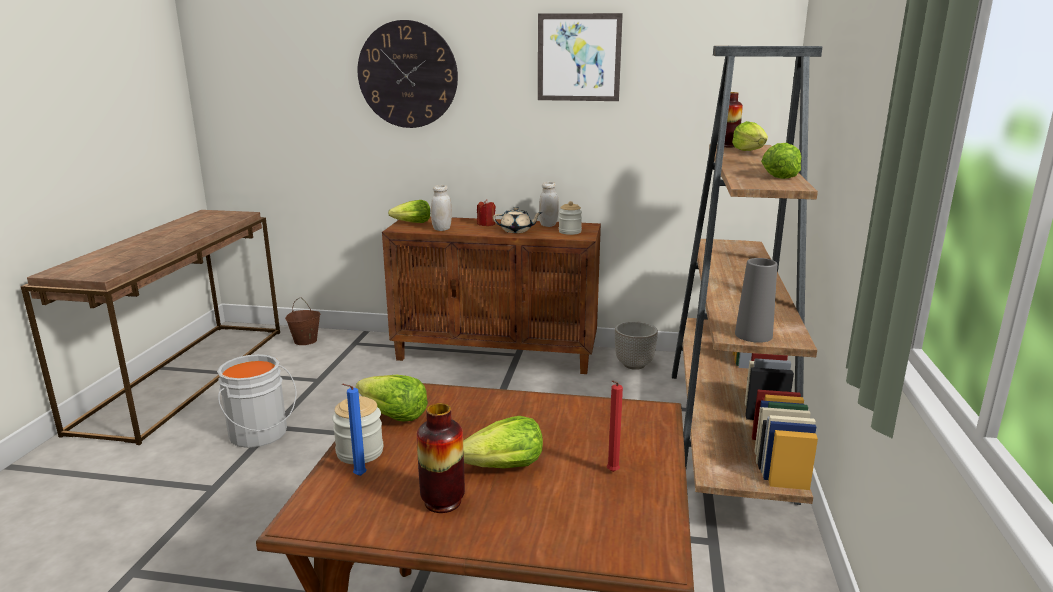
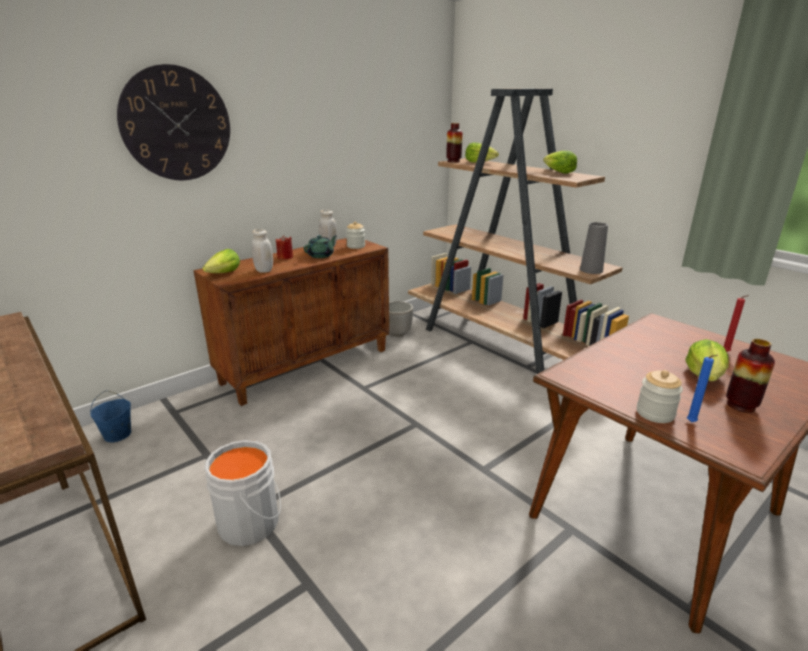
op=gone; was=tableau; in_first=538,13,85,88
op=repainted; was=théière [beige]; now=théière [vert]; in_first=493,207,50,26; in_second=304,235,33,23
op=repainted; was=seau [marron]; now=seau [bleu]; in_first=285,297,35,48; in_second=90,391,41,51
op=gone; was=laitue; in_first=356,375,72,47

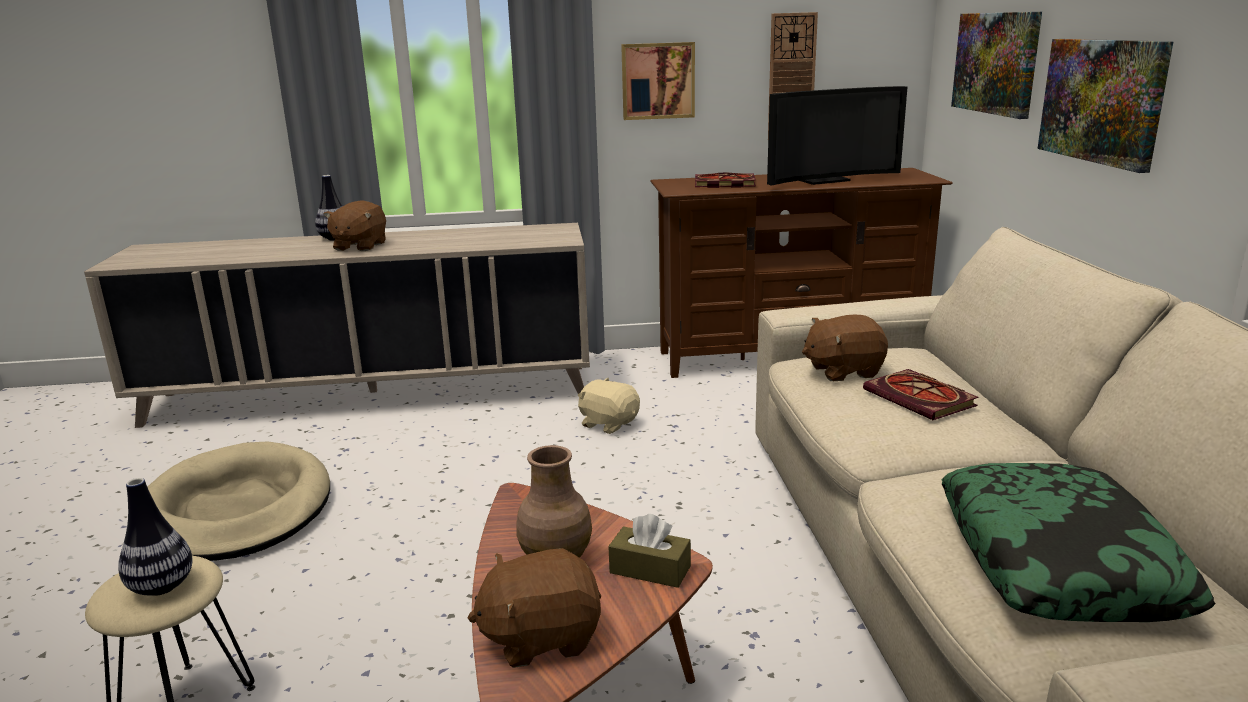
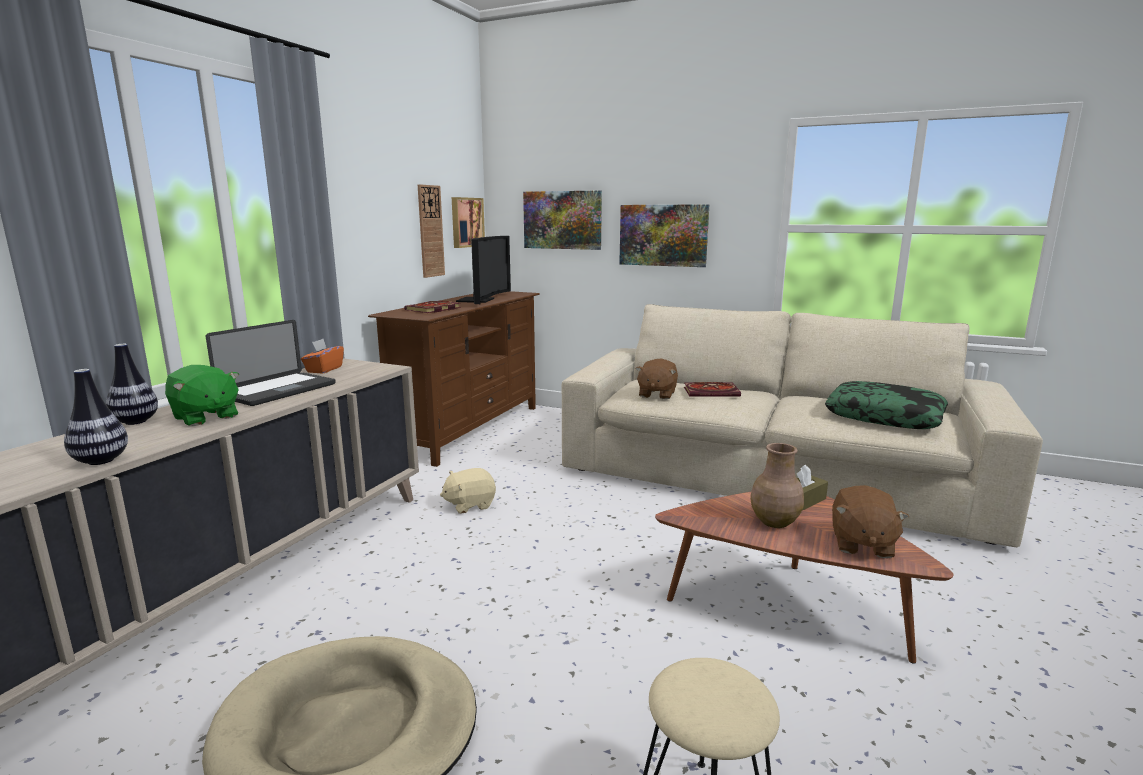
op=shifted; was=tableau; in_first=621,42,74,78; in_second=452,197,33,51
op=repainted; was=peluche [marron]; now=peluche [vert]; in_first=323,200,63,51; in_second=165,365,74,61
op=shifted; was=vase; in_first=118,478,75,118; in_second=64,369,64,96
op=new; now=ordinateur portable; in_second=206,320,130,86
op=new; now=boîte à mouchoirs [orange]; in_second=301,339,43,35

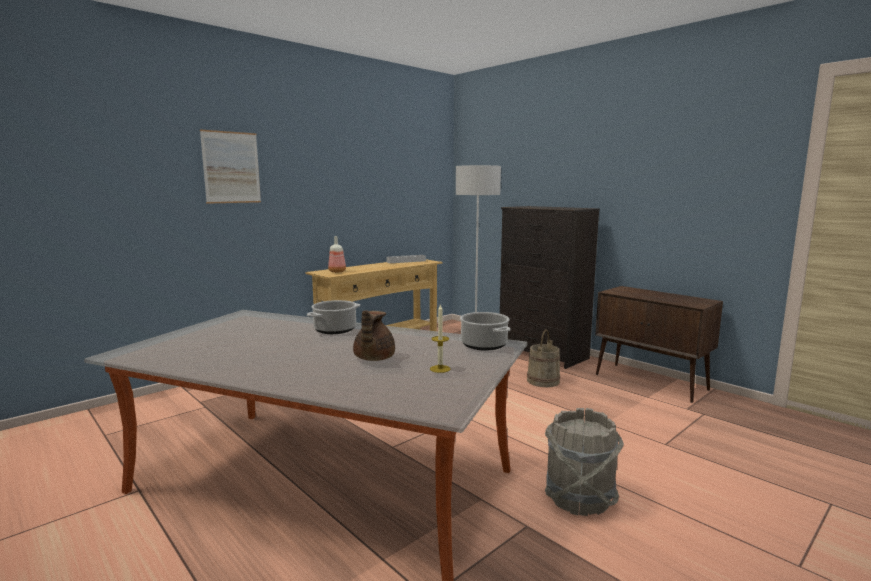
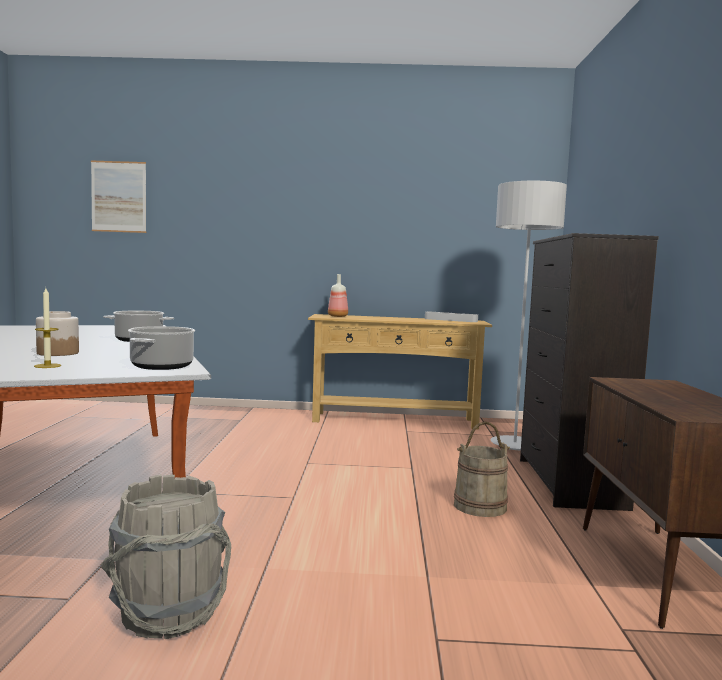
op=shifted; was=tableau; in_first=200,130,61,74; in_second=91,161,55,72
op=swapped; was=théière [marron]; now=bocal; in_first=353,310,42,51; in_second=36,311,43,45

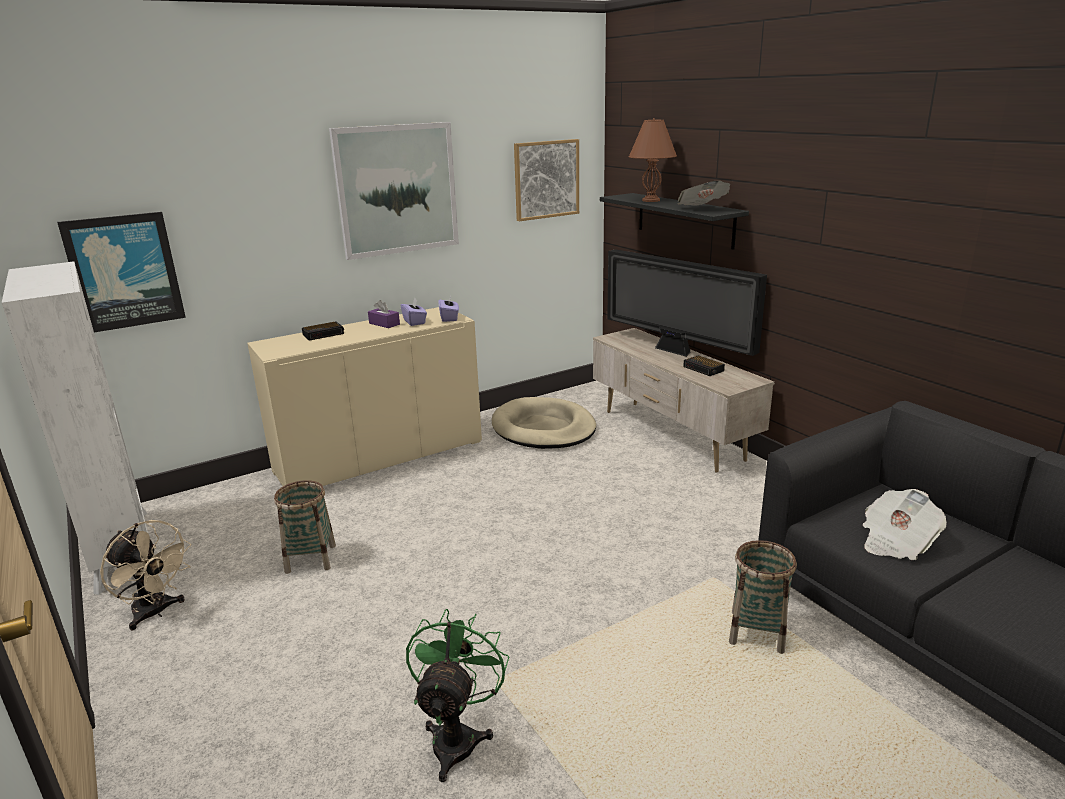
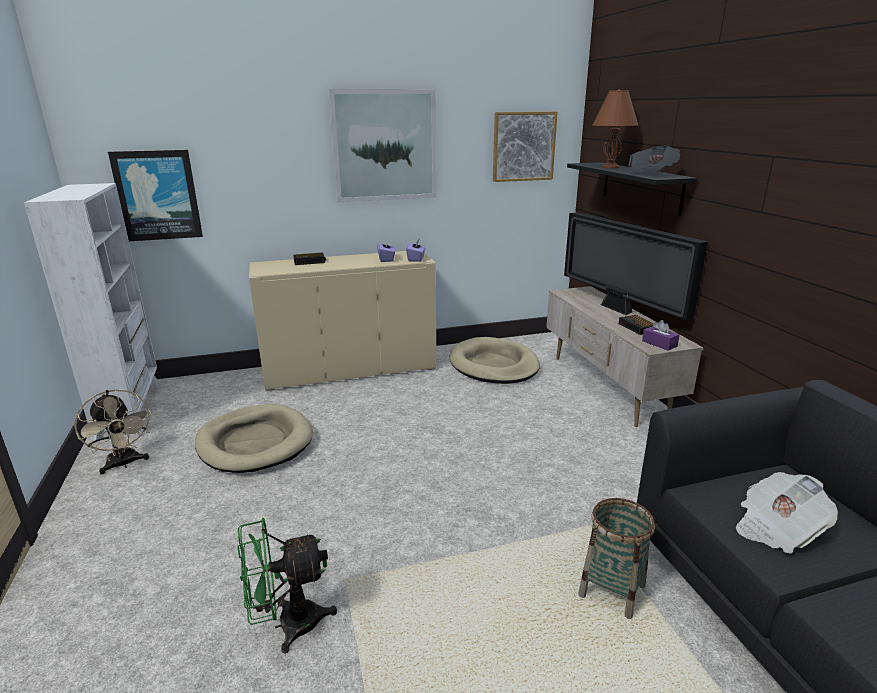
op=shifted; was=boîte à mouchoirs [violet]; in_first=368,300,32,28; in_second=642,320,37,30
op=swapped; was=panier; now=panier pour chien [beige]; in_first=274,480,62,94; in_second=195,404,118,69
op=rotated; was=ventilateur [vert]; in_first=406,609,103,173; in_second=238,518,99,136; clockwise=-135

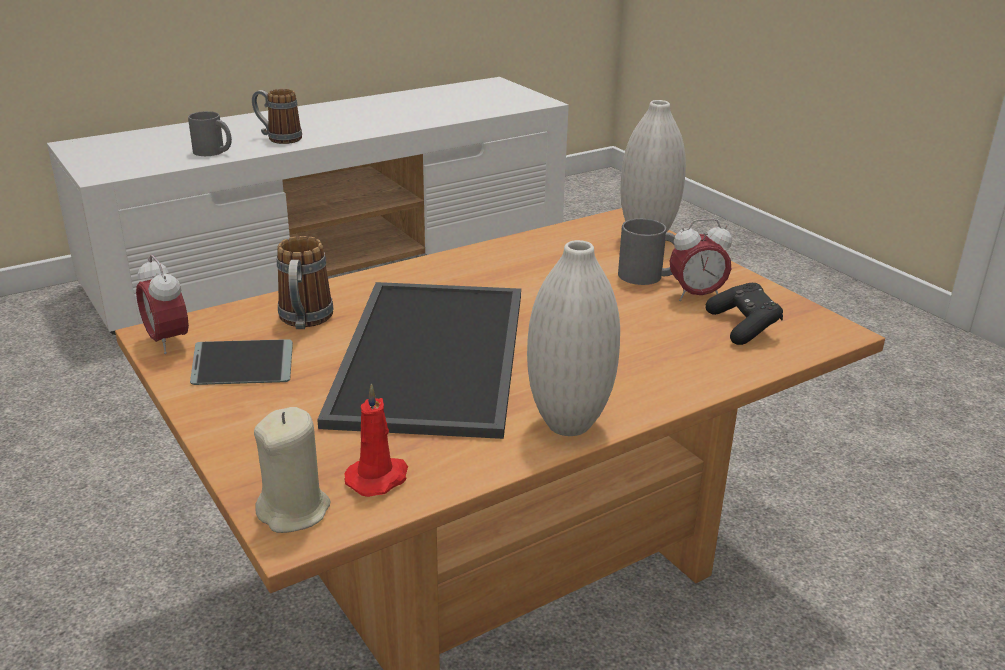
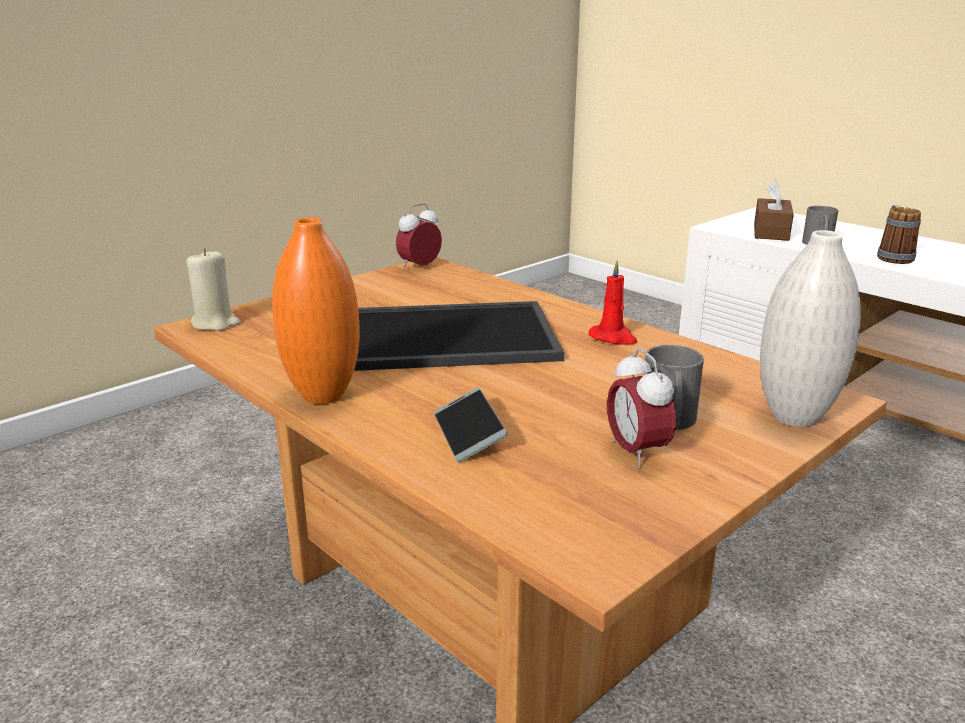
op=gone; was=mug; in_first=277,236,56,93
op=repainted; was=vase [blanc]; now=vase [orange]; in_first=527,240,93,196; in_second=272,217,87,187
op=gone; was=manette [noir]; in_first=705,283,78,62
op=shifted; was=téléphone; in_first=190,339,103,46; in_second=434,388,74,75
op=shifted; was=bougie [rouge]; in_first=345,383,63,114; in_second=589,260,48,85
op=new; now=boîte à mouchoirs [marron]; in_second=754,179,40,62

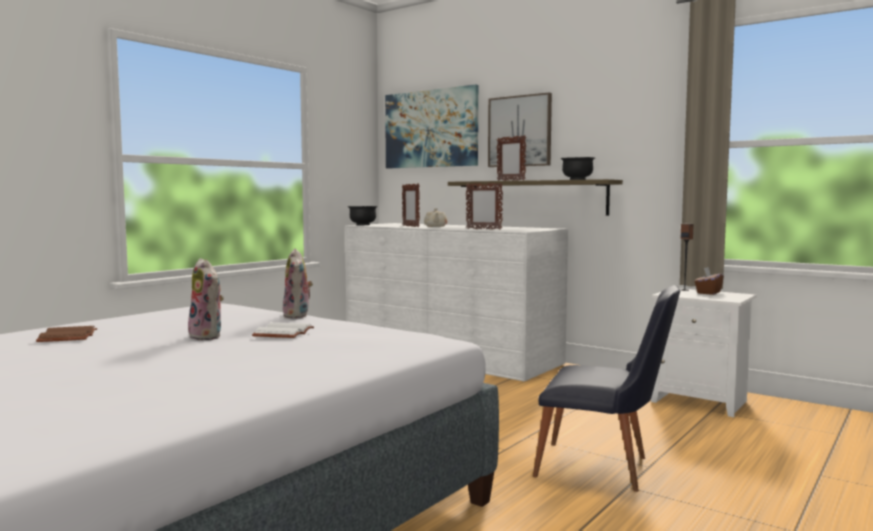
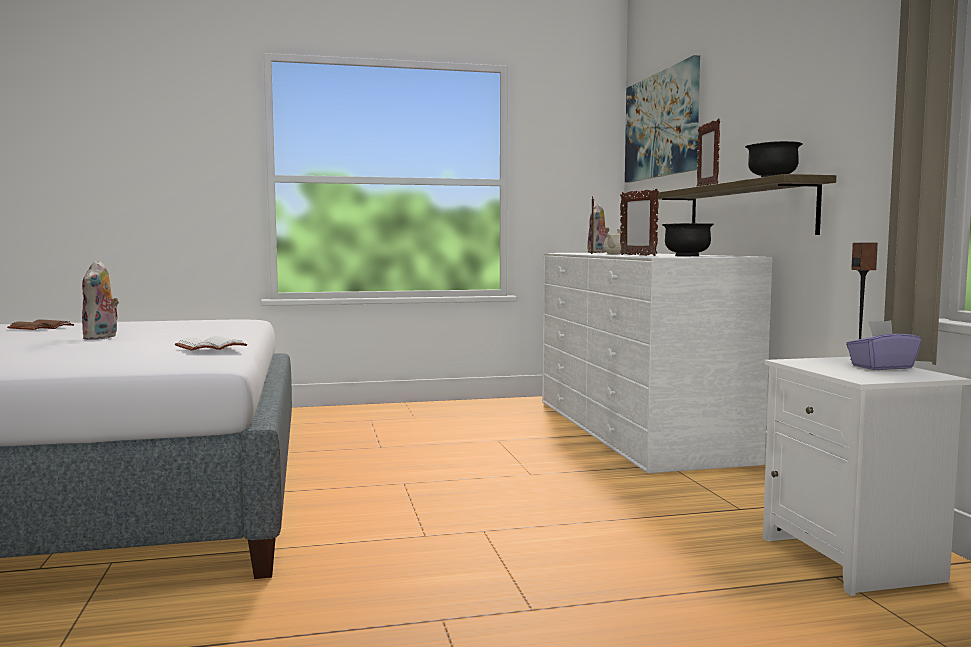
op=gone; was=tableau; in_first=488,92,64,75
op=shifted; was=bol [noir]; in_first=347,206,31,19; in_second=662,223,52,33
op=shifted; was=peluche; in_first=283,249,30,70; in_second=587,204,22,49
op=repainted; was=boîte à mouchoirs [marron]; now=boîte à mouchoirs [violet]; in_first=695,267,29,28; in_second=846,320,76,50
op=gone; was=chaise [noir]; in_first=533,285,147,207
op=shifted; was=livre [blanc]; in_first=252,322,62,16; in_second=175,335,72,16

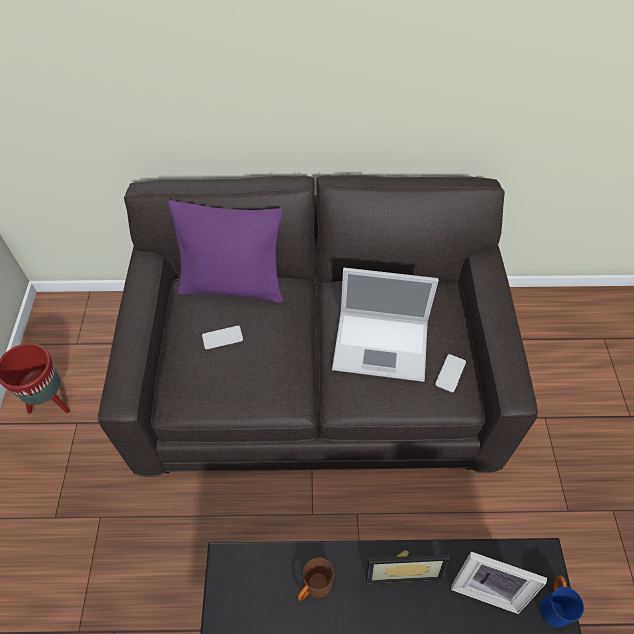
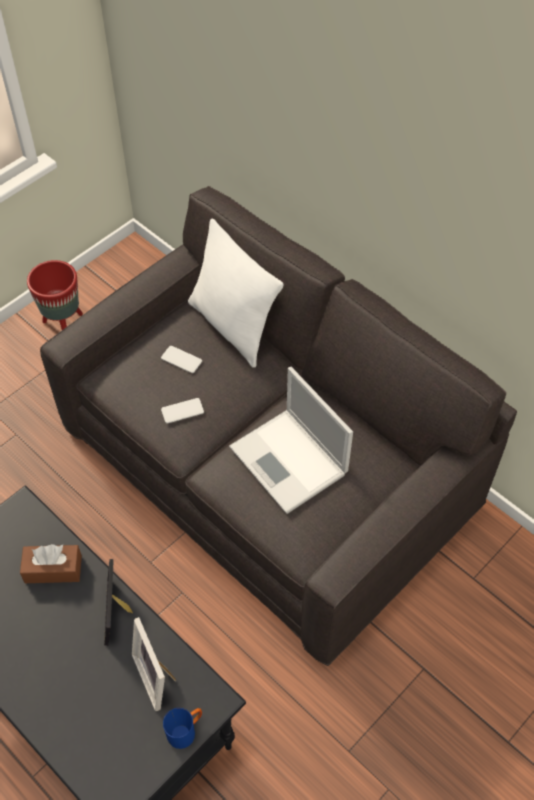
op=repainted; was=coussin [violet]; now=coussin [blanc]; in_first=168,200,115,103; in_second=188,218,96,150
op=shifted; was=téléphone; in_first=435,354,31,38; in_second=161,398,43,25
op=rotated; was=cadre photo; in_first=366,550,83,33; in_second=104,559,29,87; clockwise=45
op=swapped; was=mug [marron]; now=boîte à mouchoirs [marron]; in_first=298,558,36,43; in_second=20,544,62,39

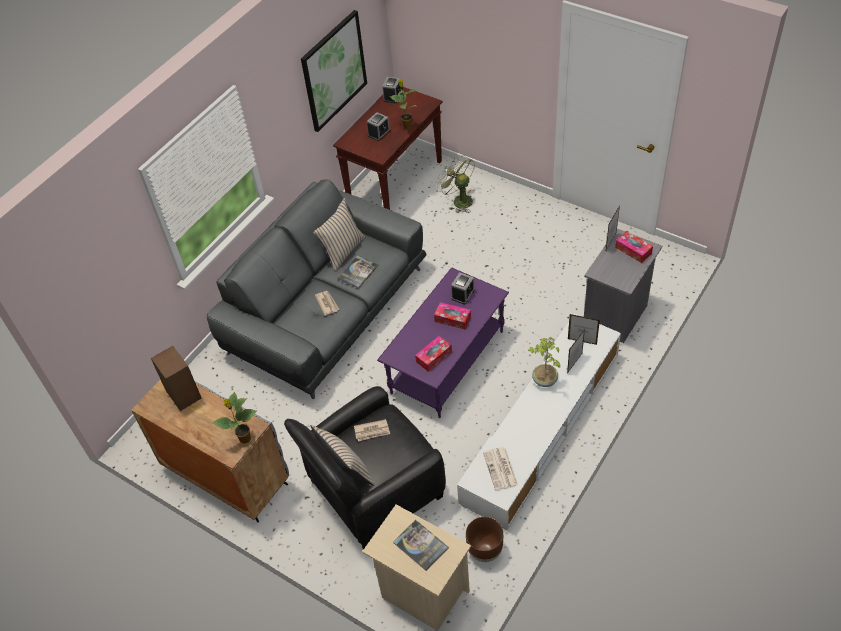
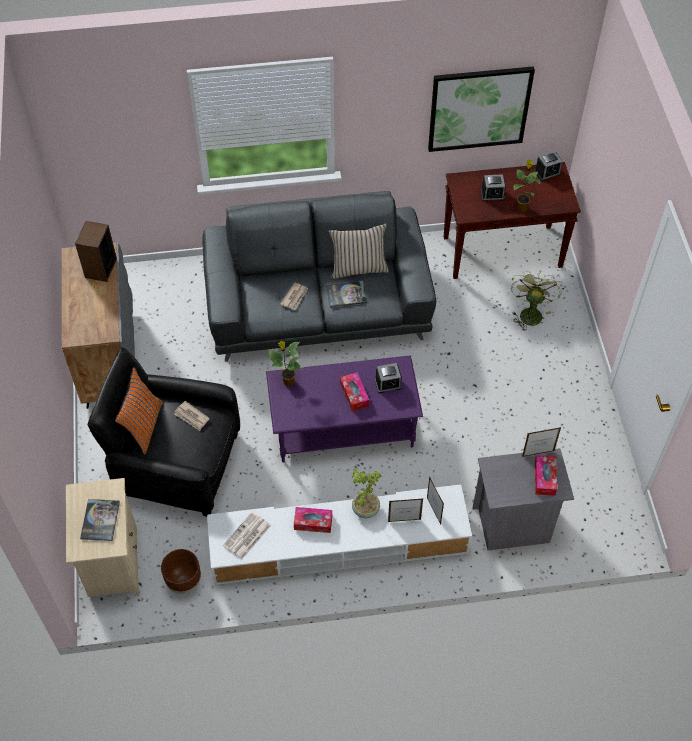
op=shifted; was=boîte à mouchoirs; in_first=415,336,37,36; in_second=294,507,38,26
op=shifted; was=plante en pot; in_first=212,392,45,52; in_second=268,341,34,45
op=repainted; was=coussin [beige]; now=coussin [orange]; in_first=311,425,64,61; in_second=115,367,48,88

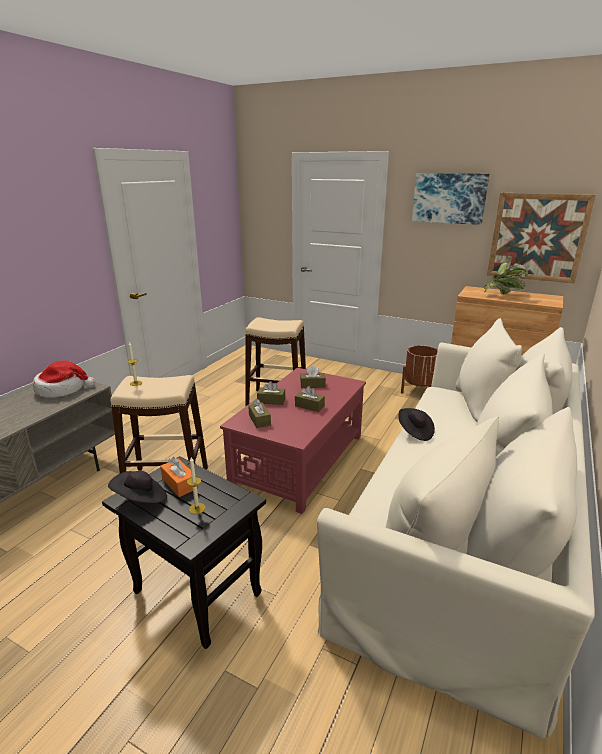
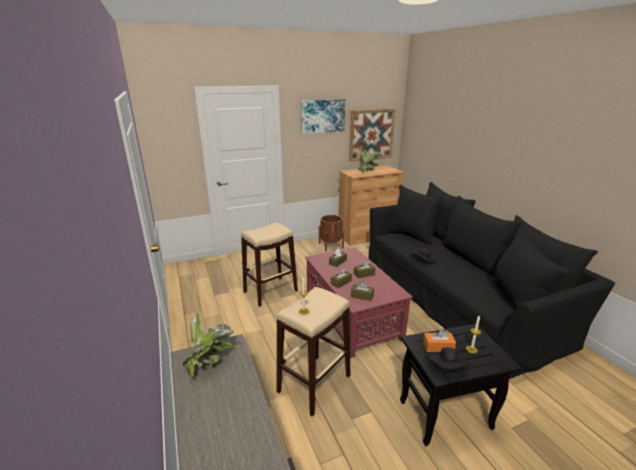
op=repainted; was=canapé [beige]; now=canapé [noir]; in_first=317,318,278,421; in_second=368,182,247,197
op=swapped; was=chapeau; now=plante en pot; in_first=33,360,62,38; in_second=182,312,52,67

